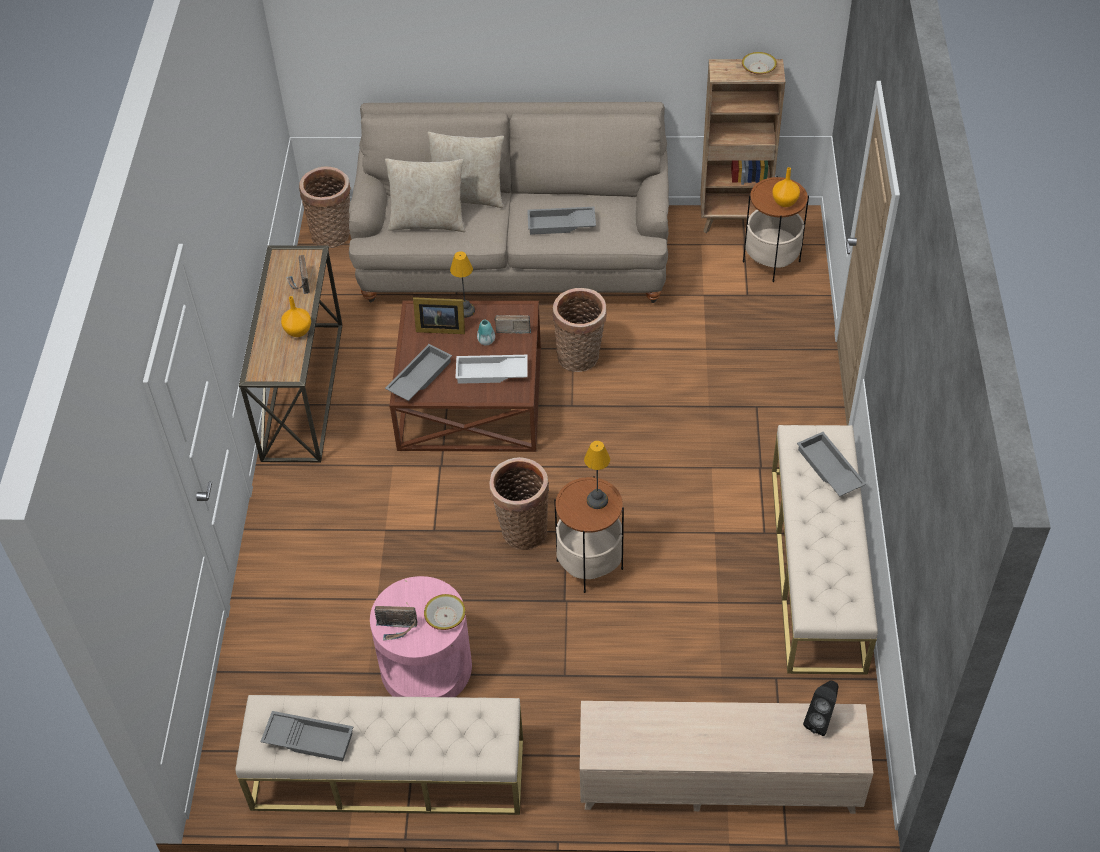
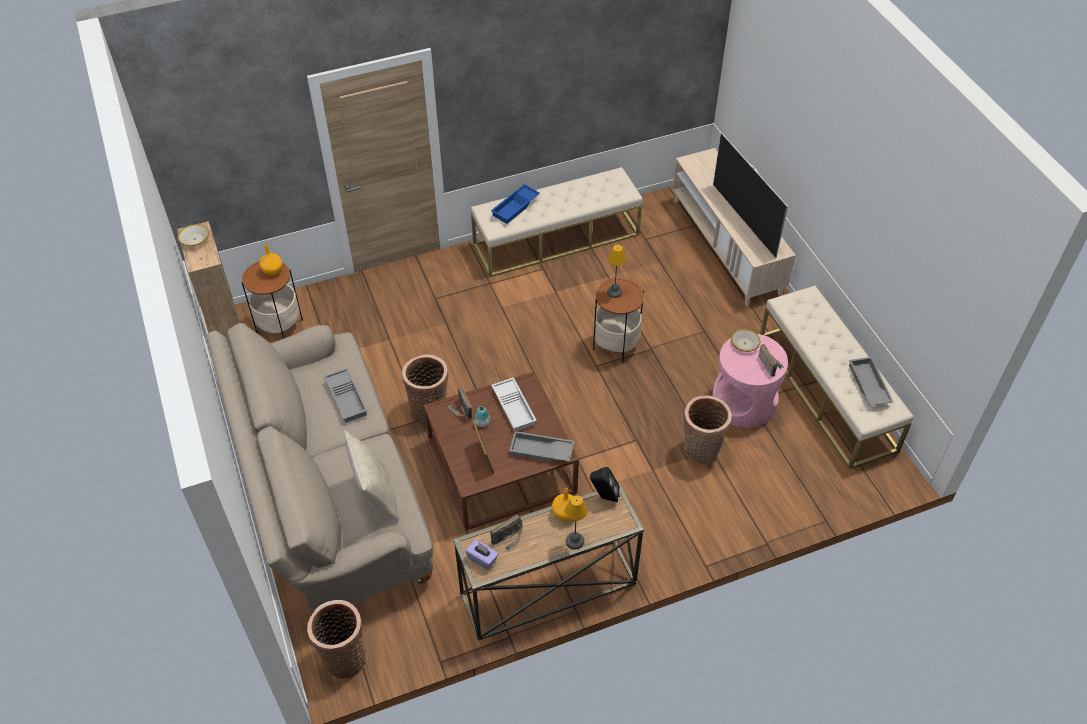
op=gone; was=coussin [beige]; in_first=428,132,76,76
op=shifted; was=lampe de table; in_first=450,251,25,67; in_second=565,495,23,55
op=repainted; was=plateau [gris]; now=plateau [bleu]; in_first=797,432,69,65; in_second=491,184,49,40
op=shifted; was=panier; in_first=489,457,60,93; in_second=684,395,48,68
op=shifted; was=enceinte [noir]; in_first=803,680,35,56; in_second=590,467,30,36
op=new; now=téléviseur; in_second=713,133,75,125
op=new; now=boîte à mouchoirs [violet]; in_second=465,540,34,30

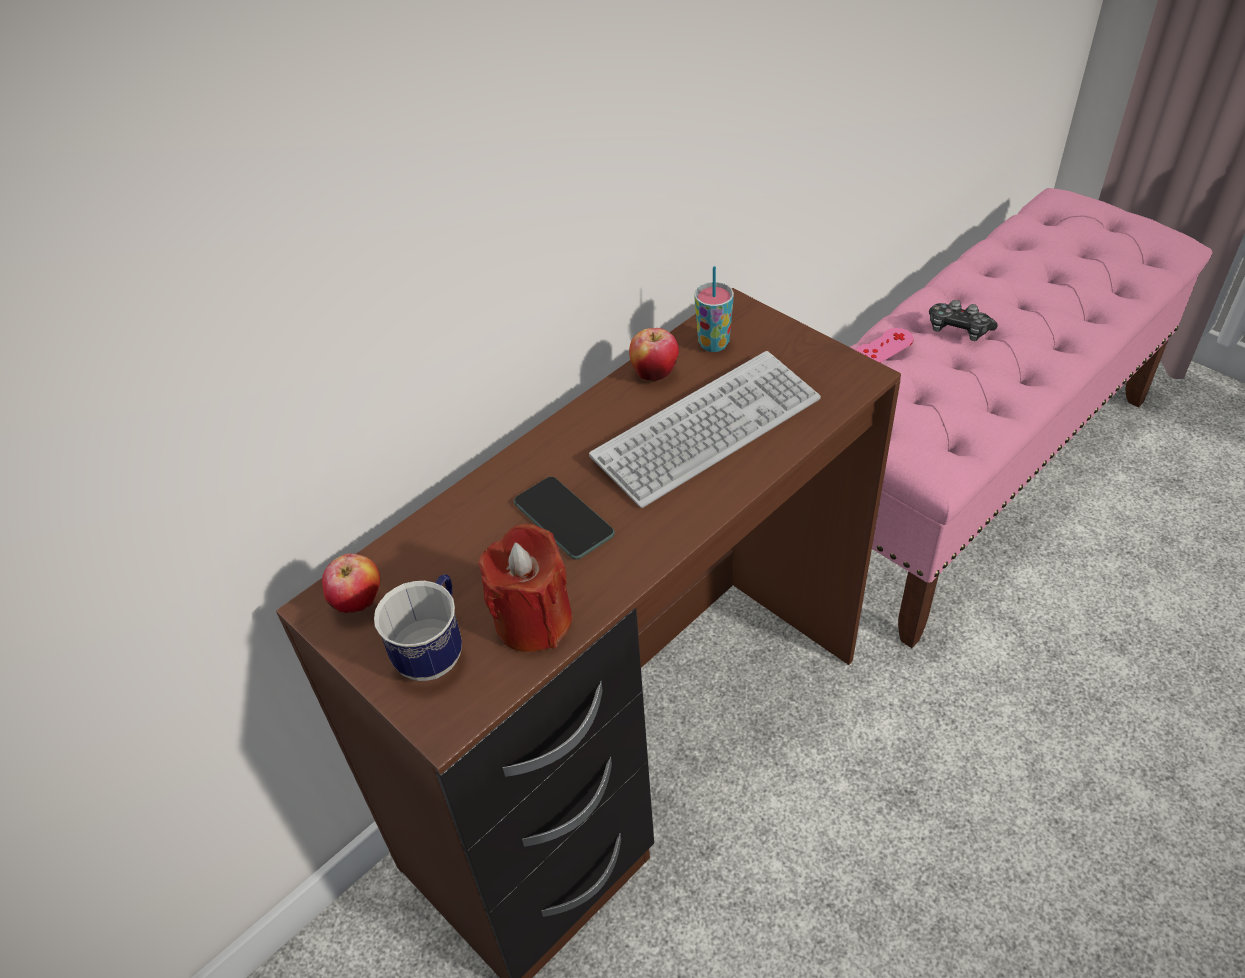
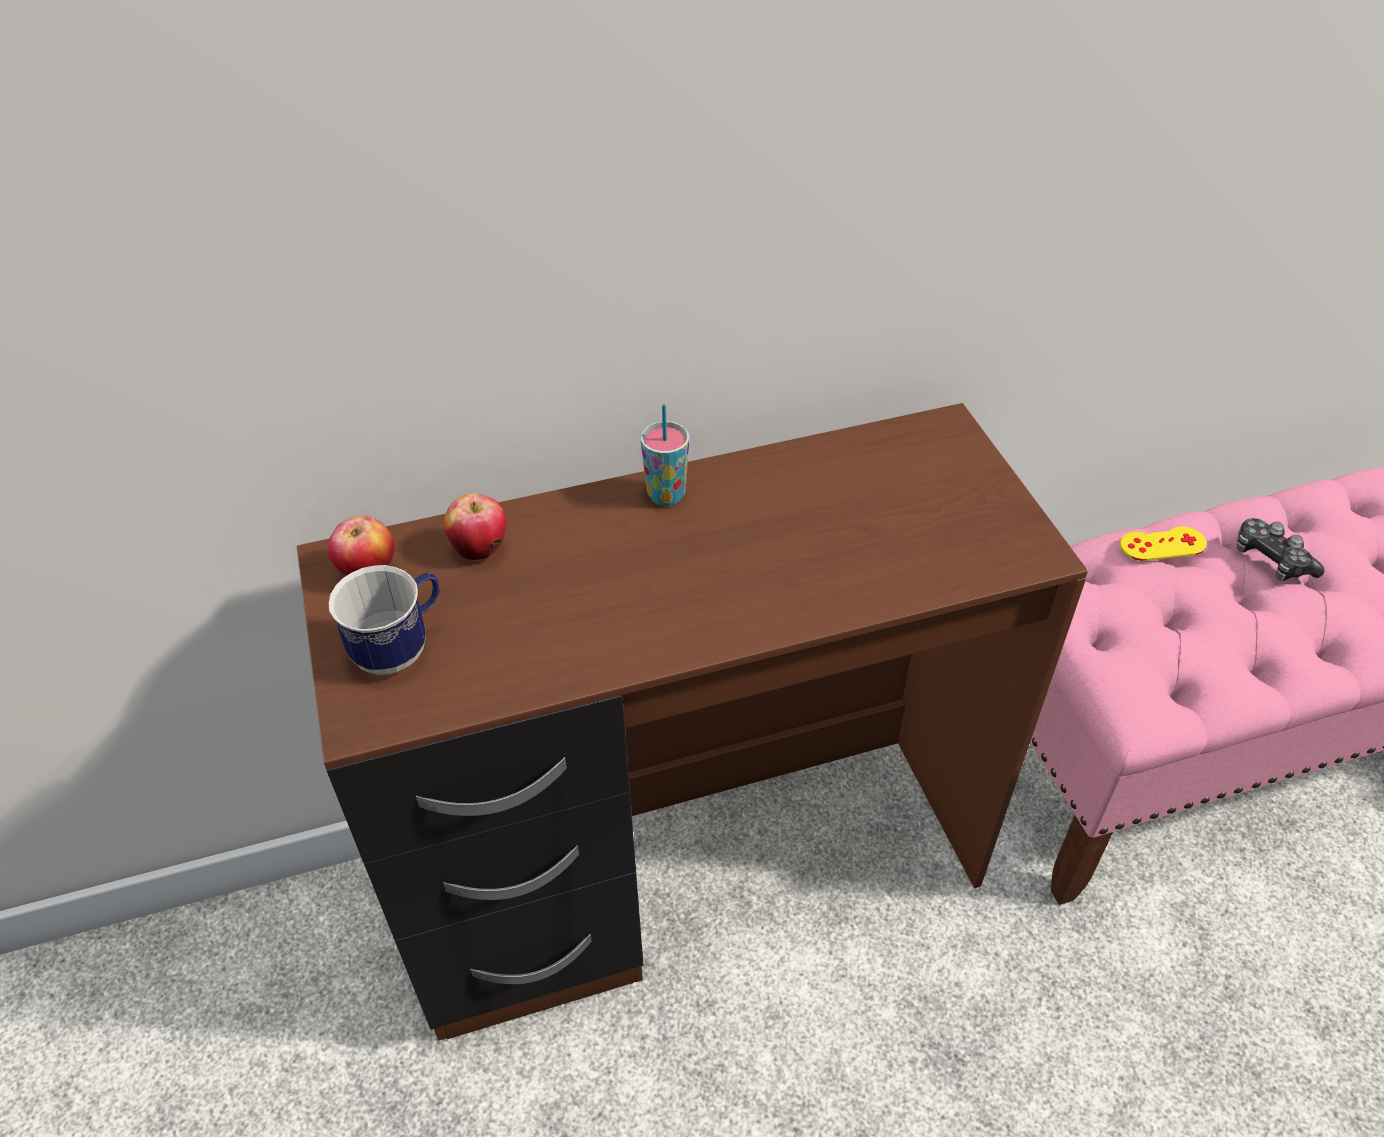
op=shifted; was=tasse; in_first=695,266,39,86; in_second=641,404,48,102
op=shifted; was=pomme; in_first=629,328,50,53; in_second=444,494,62,66
op=repainted; was=manette [rose]; now=manette [jaune]; in_first=856,328,58,35; in_second=1120,527,87,34
op=gone; was=clavier; in_first=589,351,232,157
op=gone; was=téléphone; in_first=514,477,101,83
op=gone; was=bougie [rouge]; in_first=479,524,93,128

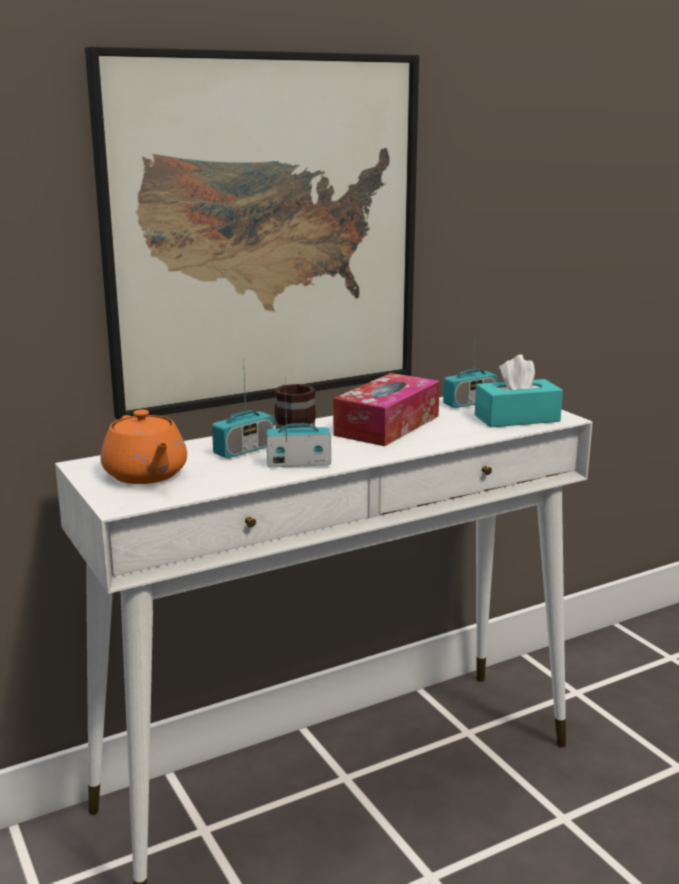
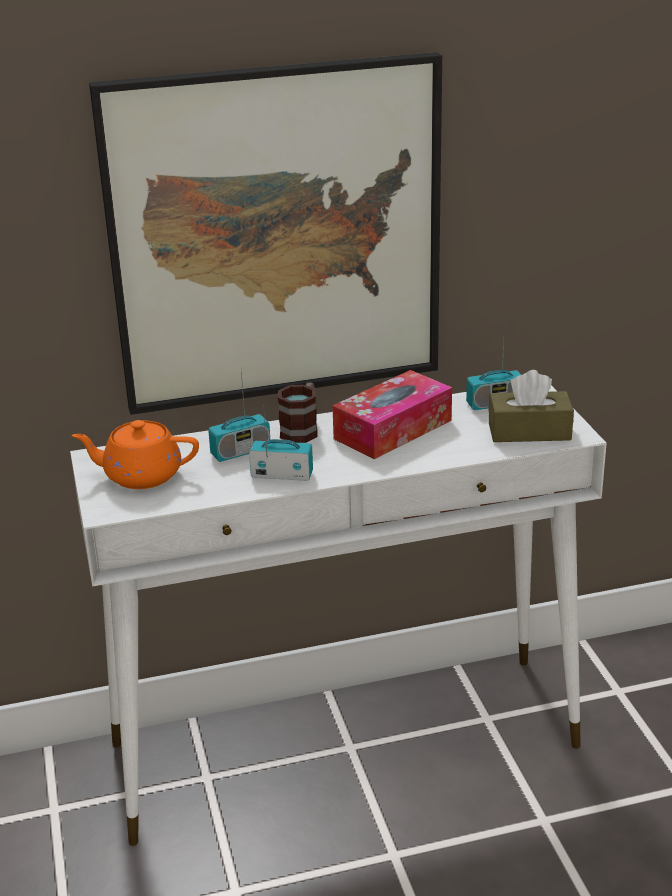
op=repainted; was=boîte à mouchoirs [turquoise]; now=boîte à mouchoirs [marron]; in_first=475,354,88,73; in_second=488,370,86,72
op=rotated; was=théière [orange]; in_first=101,409,86,75; in_second=72,420,127,69; clockwise=105

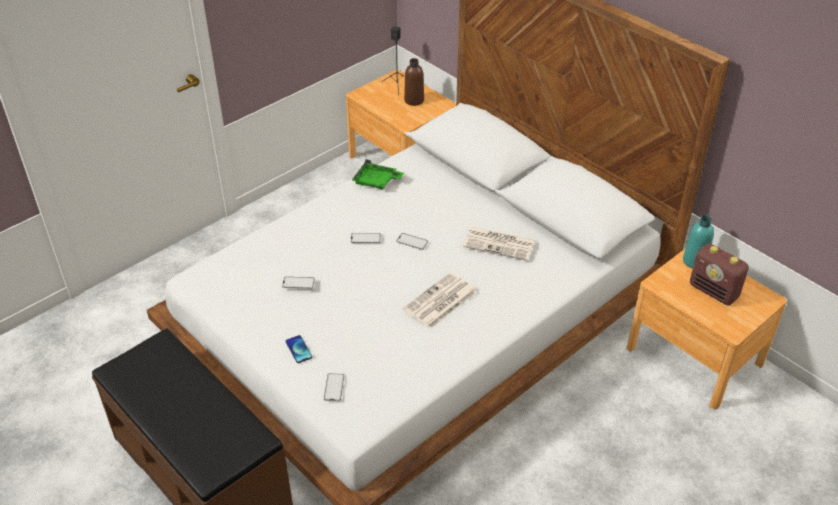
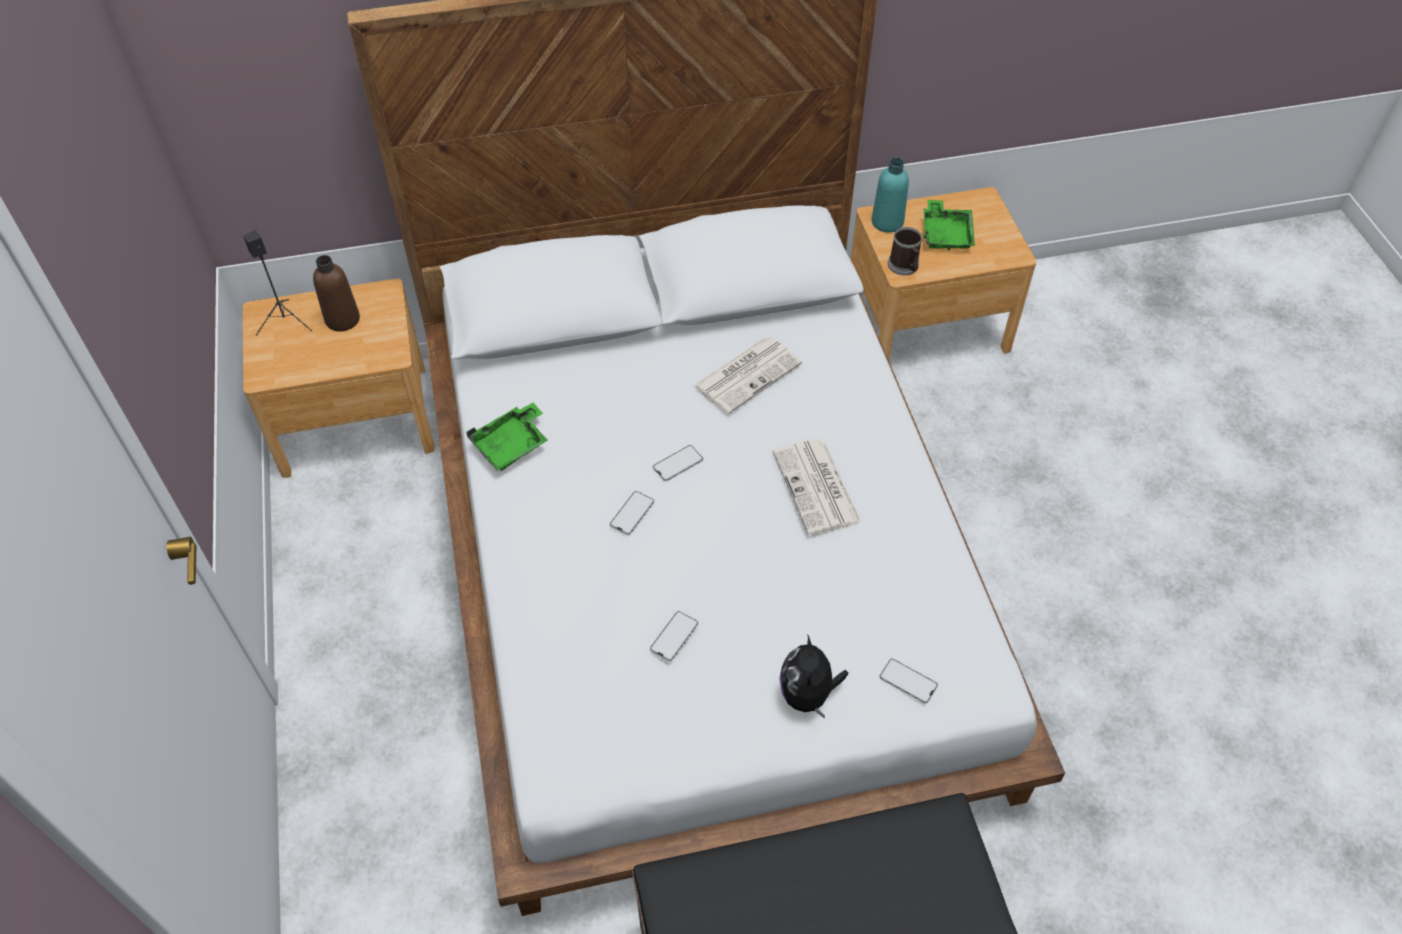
op=swapped; was=radio; now=plateau [vert]; in_first=690,243,59,62; in_second=924,200,51,50
op=swapped; was=téléphone; now=peluche; in_first=286,335,26,28; in_second=779,634,69,85
op=new; now=mug; in_second=888,227,34,49

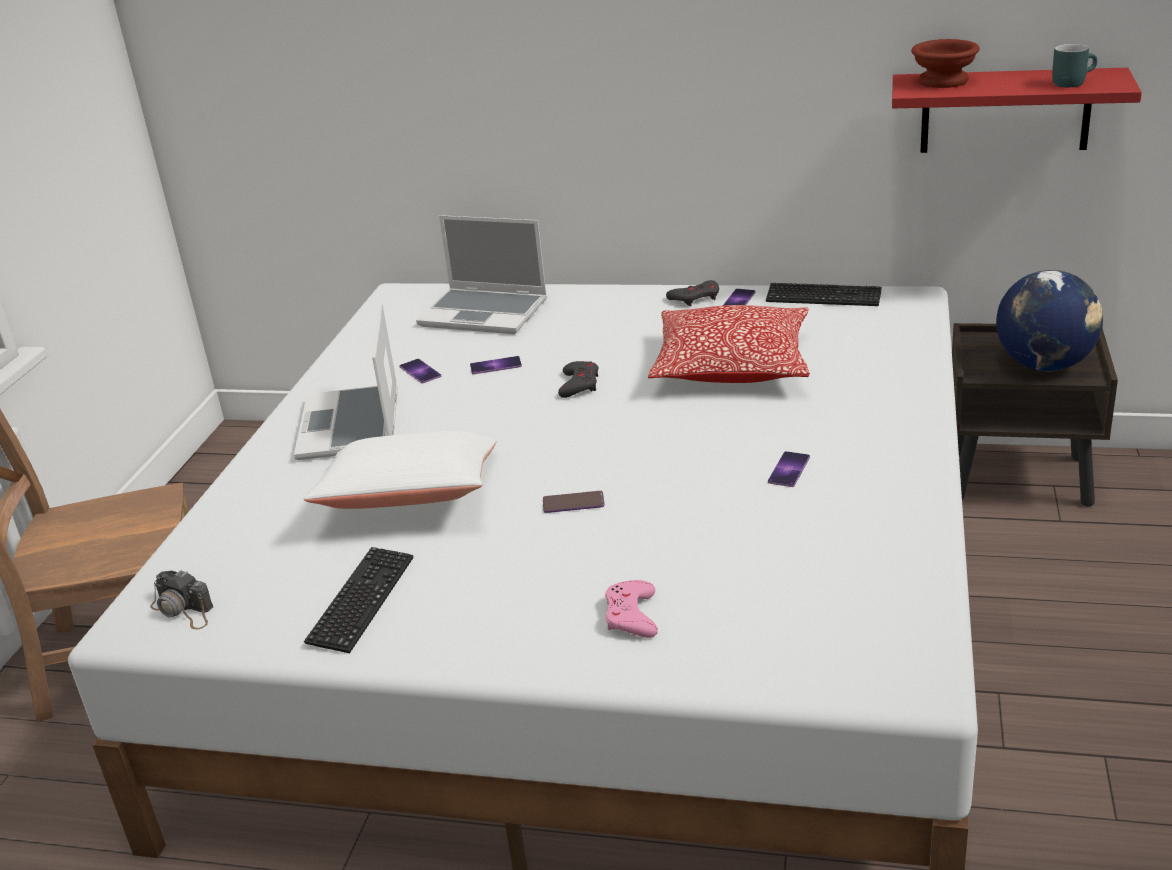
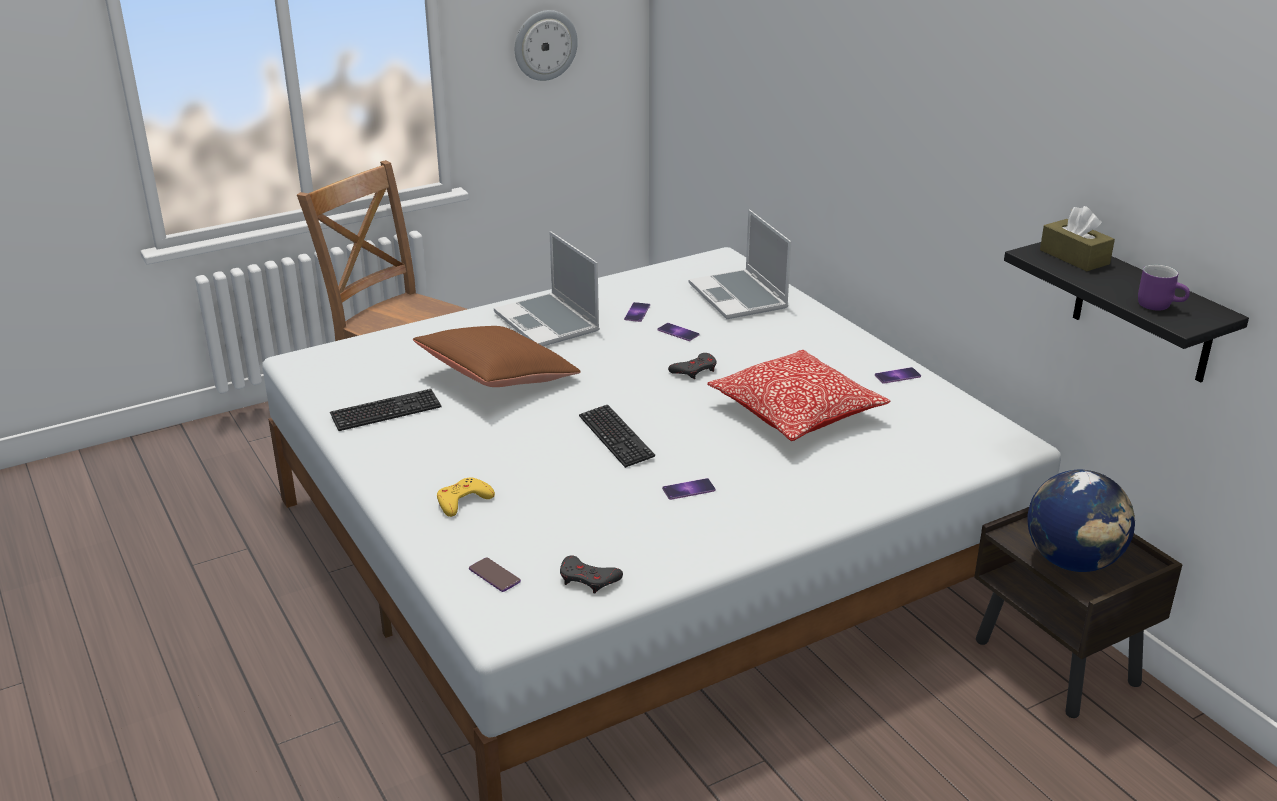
op=swapped; was=bol [marron]; now=boîte à mouchoirs [marron]; in_first=911,39,69,49; in_second=1040,206,75,65
op=repainted; was=mug [turquoise]; now=mug [violet]; in_first=1052,44,45,43; in_second=1138,265,52,46
op=repainted; was=étagère [rouge]; now=étagère [noir]; in_first=892,67,250,86; in_second=1004,242,245,140
op=shifted; was=manette [gris]; in_first=666,280,53,26; in_second=560,555,63,38
op=shifted; was=clavier; in_first=766,283,116,23; in_second=579,405,76,63
op=rotated; was=ordinateur portable; in_first=294,303,104,157; in_second=494,231,106,115; clockwise=-75
op=repainted; was=coussin [blanc]; now=coussin [marron]; in_first=304,431,192,78; in_second=413,326,168,61
op=shifted; was=téléphone; in_first=543,491,61,22; in_second=469,557,52,35
op=gone; was=appareil photo; in_first=150,570,63,59
op=repainted; was=manette [rose]; now=manette [jaune]; in_first=605,580,53,58; in_second=437,477,58,40
op=new; now=horloge murale; in_second=515,10,63,71

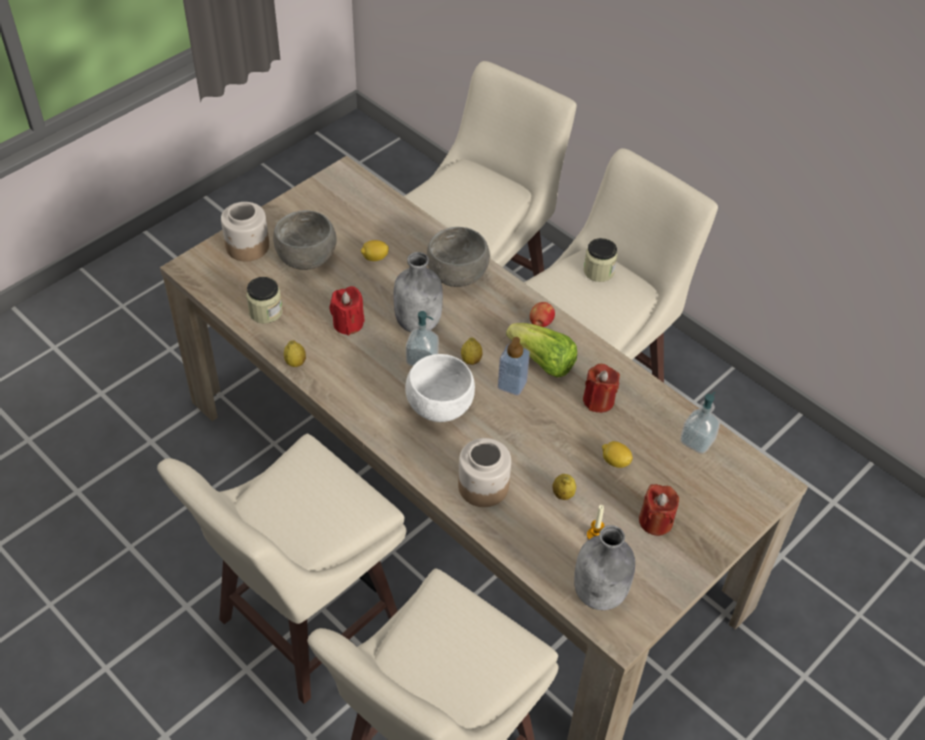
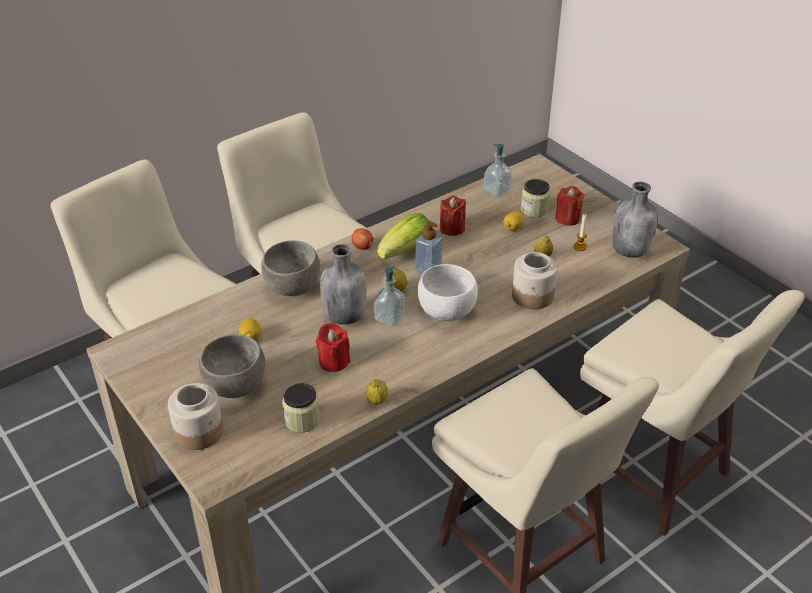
op=shifted; was=bocal; in_first=584,238,34,44; in_second=521,179,29,39

